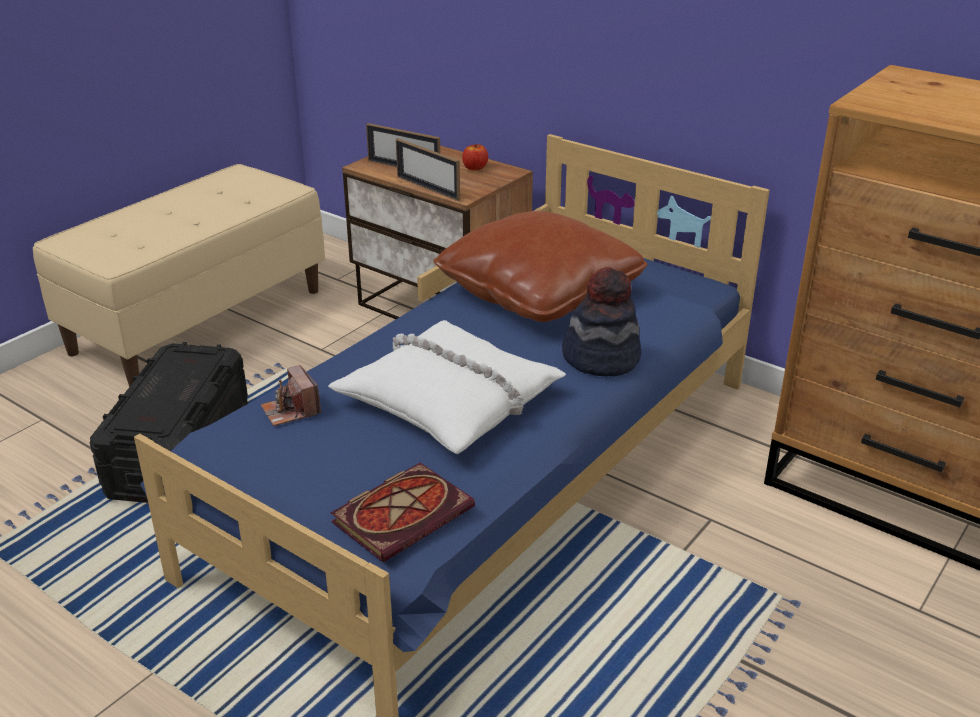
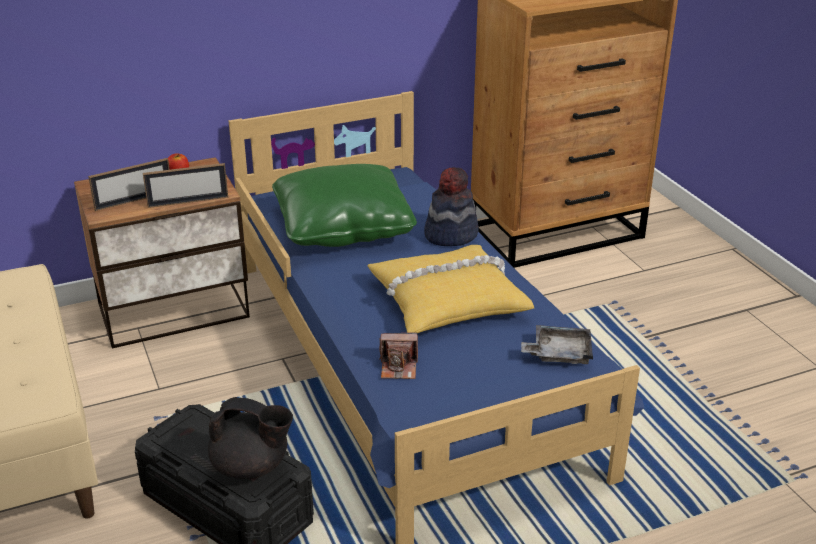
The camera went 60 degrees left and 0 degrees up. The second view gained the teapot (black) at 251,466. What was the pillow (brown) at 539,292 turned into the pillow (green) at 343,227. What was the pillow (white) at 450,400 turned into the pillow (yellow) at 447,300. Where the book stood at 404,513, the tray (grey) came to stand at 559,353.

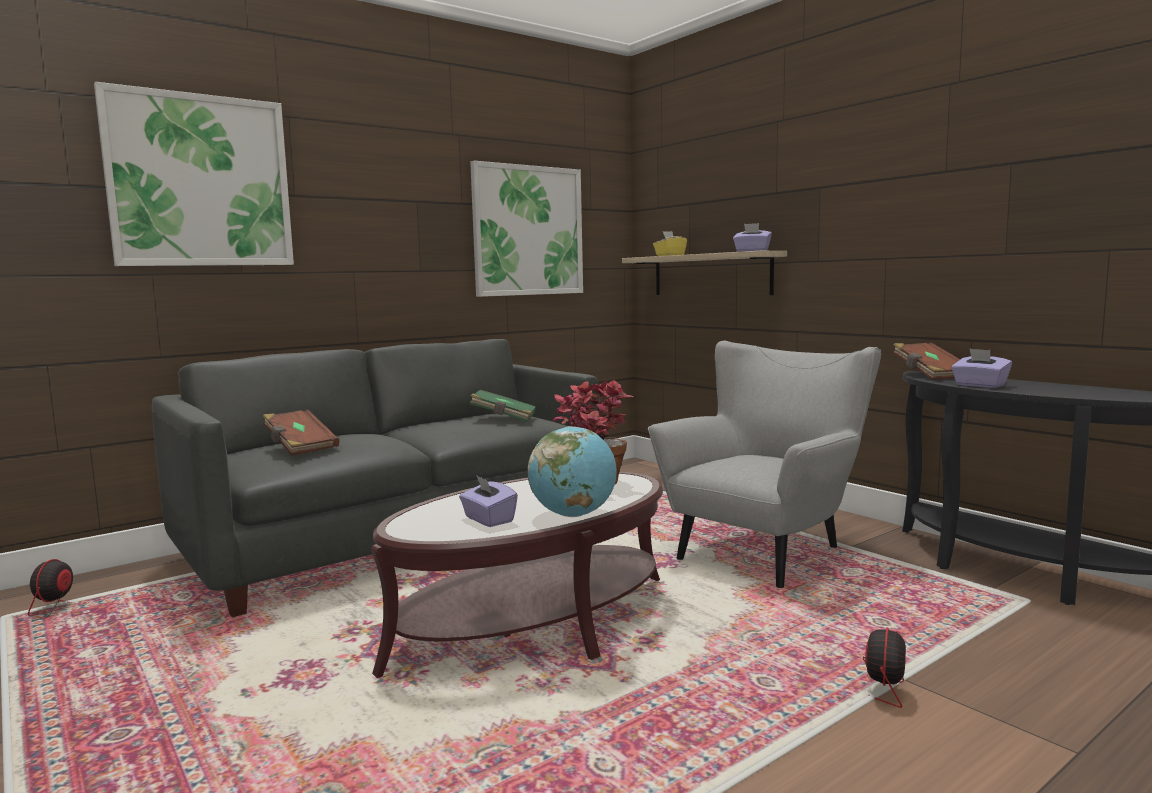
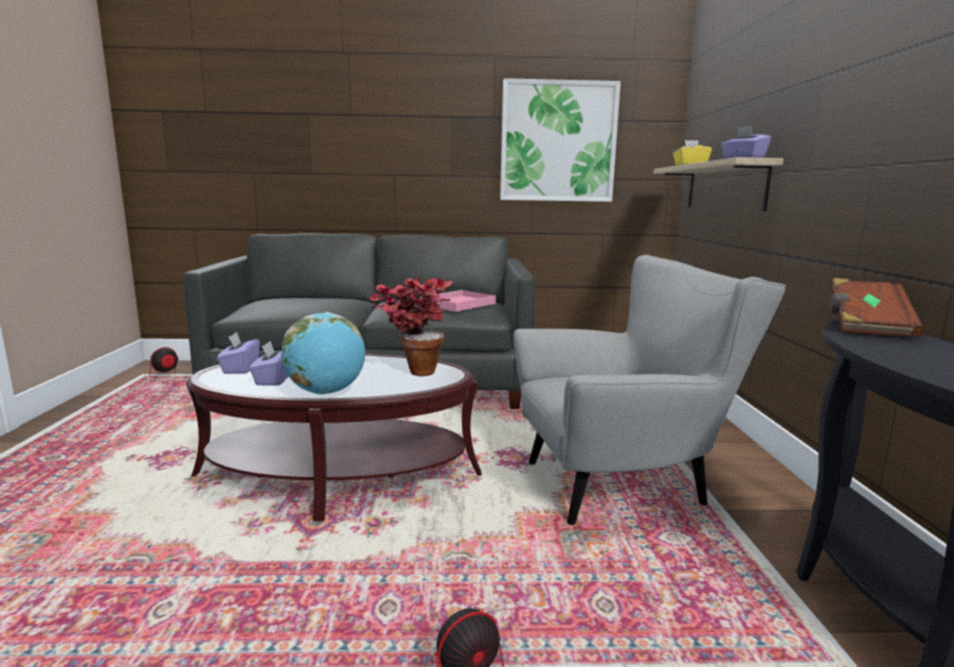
The camera went 35 degrees right and 5 degrees up. The tissue box (purple) ended up elsewhere, having gone from 979,385 to 240,368. Where the book (green) stood at 503,418, the tray (pink) came to stand at 458,304. The second view lost the picture at 200,181. The second view lost the book (brown) at 300,447.

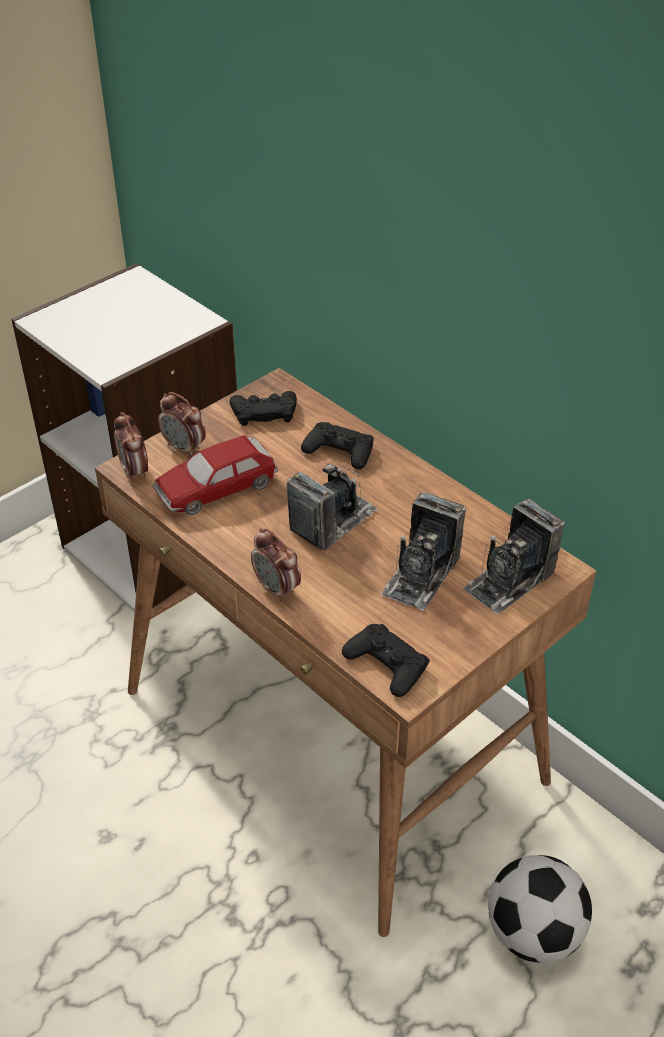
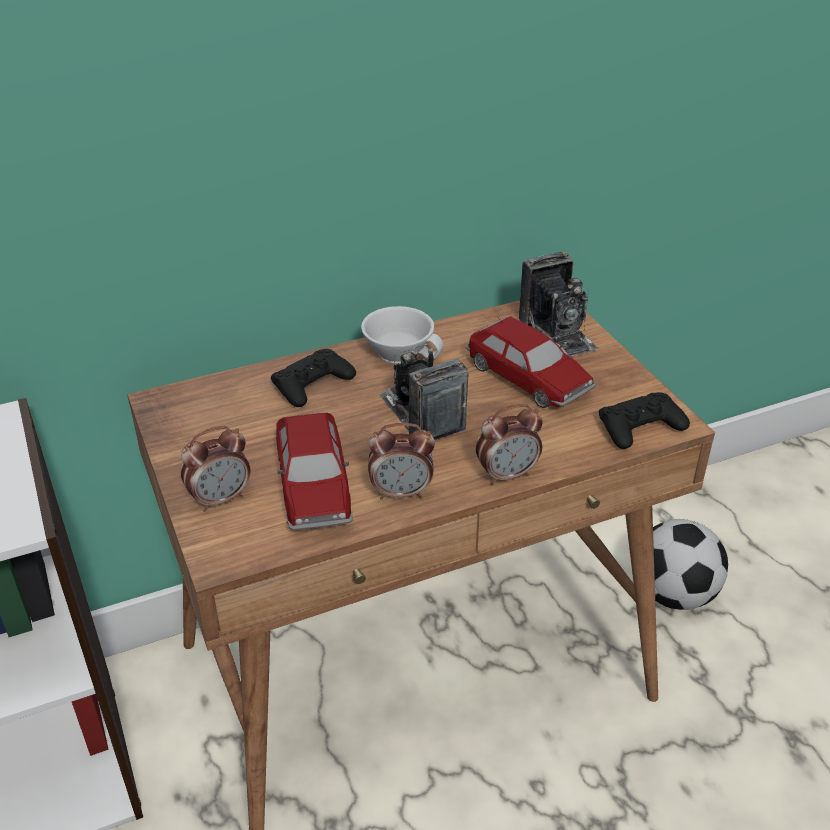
The camera went 70 degrees left and 5 degrees down. The second view gained the cup (white) at 401,351. The alarm clock ended up elsewhere, having gone from 134,472 to 401,493. Where the photo camera stood at 421,575, the toy car came to stand at 528,378. The second view lost the game controller (black) at 264,412.

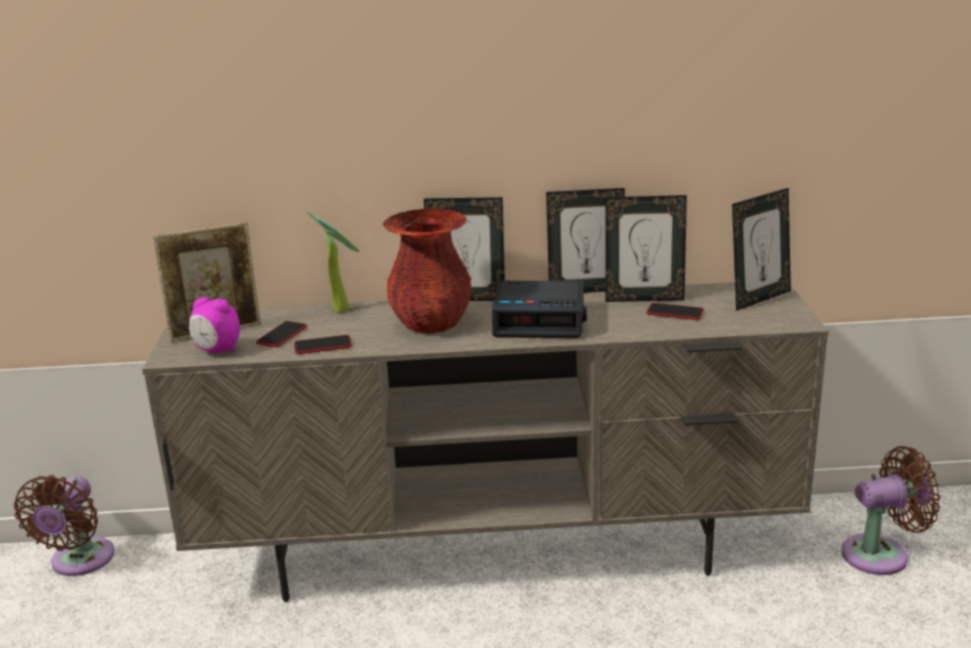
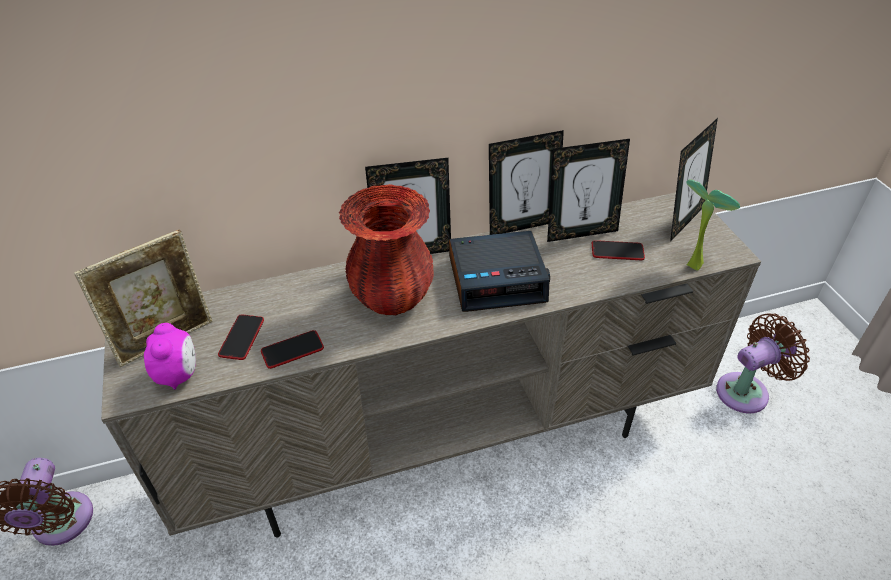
The camera went 15 degrees left and 20 degrees up. The alarm clock at 217,351 ended up facing another way, 105 degrees counterclockwise from before. The potted plant ended up elsewhere, having gone from 342,308 to 693,262.

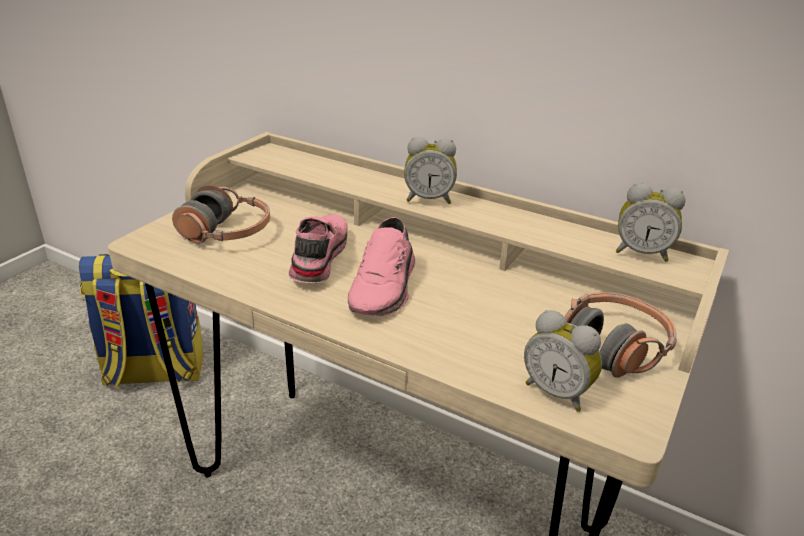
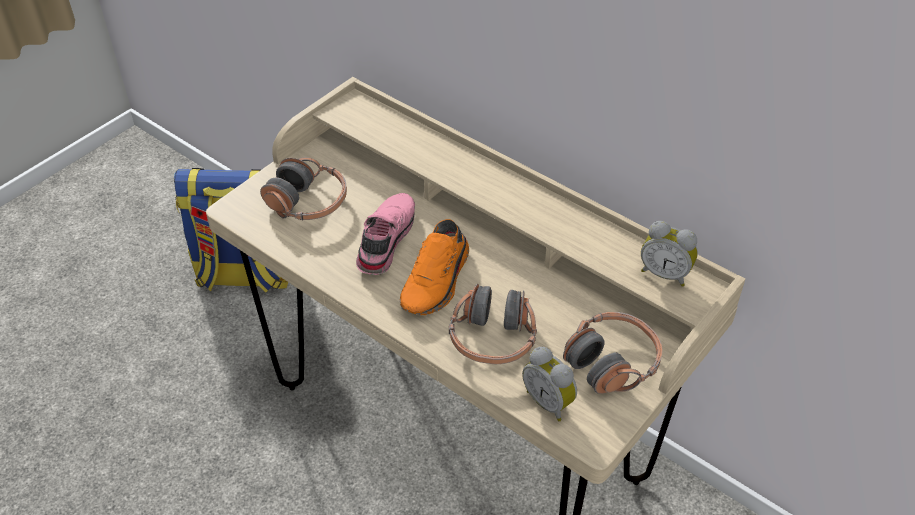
The camera went 10 degrees right and 15 degrees up. What was the shoe (pink) at 385,288 turned into the shoe (orange) at 437,281. The second view gained the headphones at 493,337. The second view lost the alarm clock at 428,199.

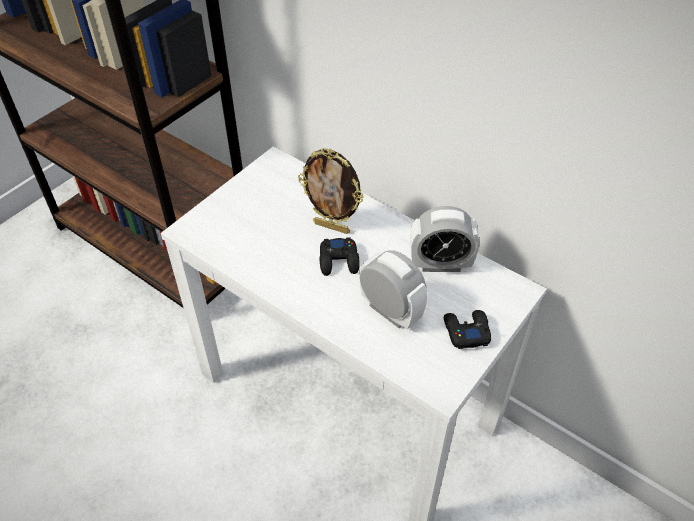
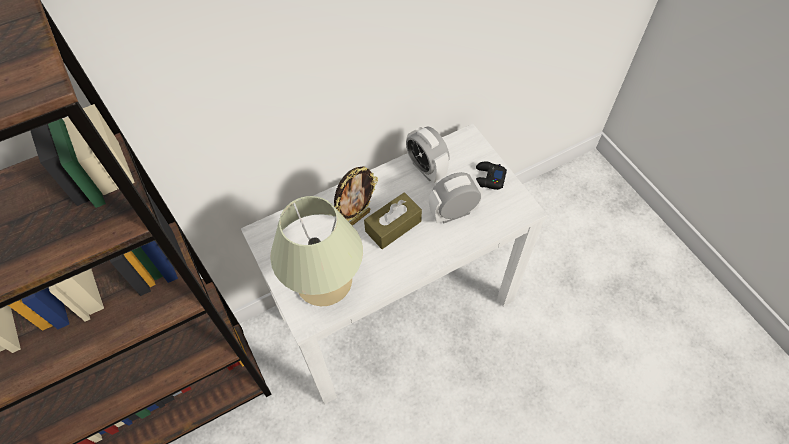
The camera went 65 degrees left and 10 degrees up. The second view gained the table lamp (beige) at 324,282. Where the game controller (black) stood at 339,260, the tissue box (brown) came to stand at 393,226. The alarm clock at 440,264 ended up facing another way, 120 degrees clockwise from before.

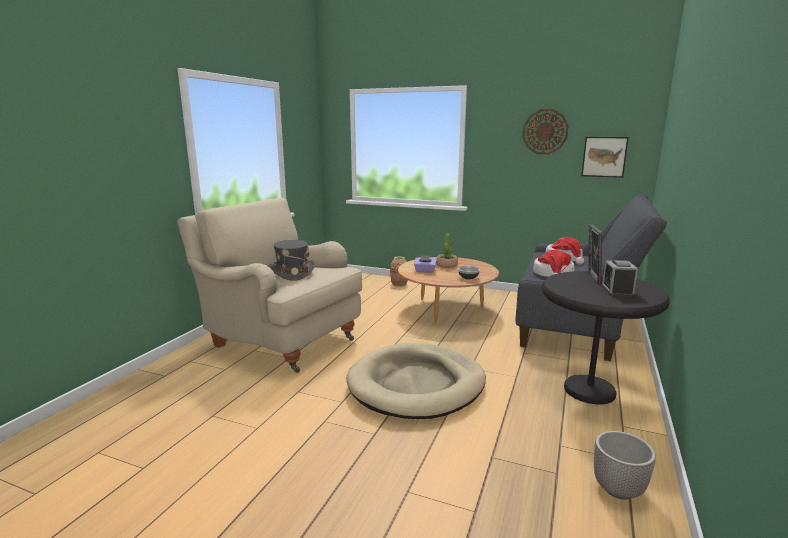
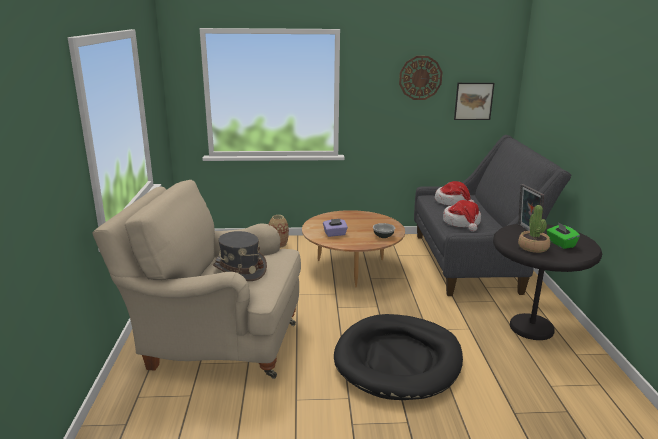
The camera went 25 degrees left and 5 degrees up. What was the dog bed (beige) at 416,385 turned into the dog bed (black) at 398,360. The potted plant ended up elsewhere, having gone from 446,265 to 533,247. Where the alarm clock stood at 617,291, the tissue box (green) came to stand at 560,244. The second view lost the planter at 618,489.

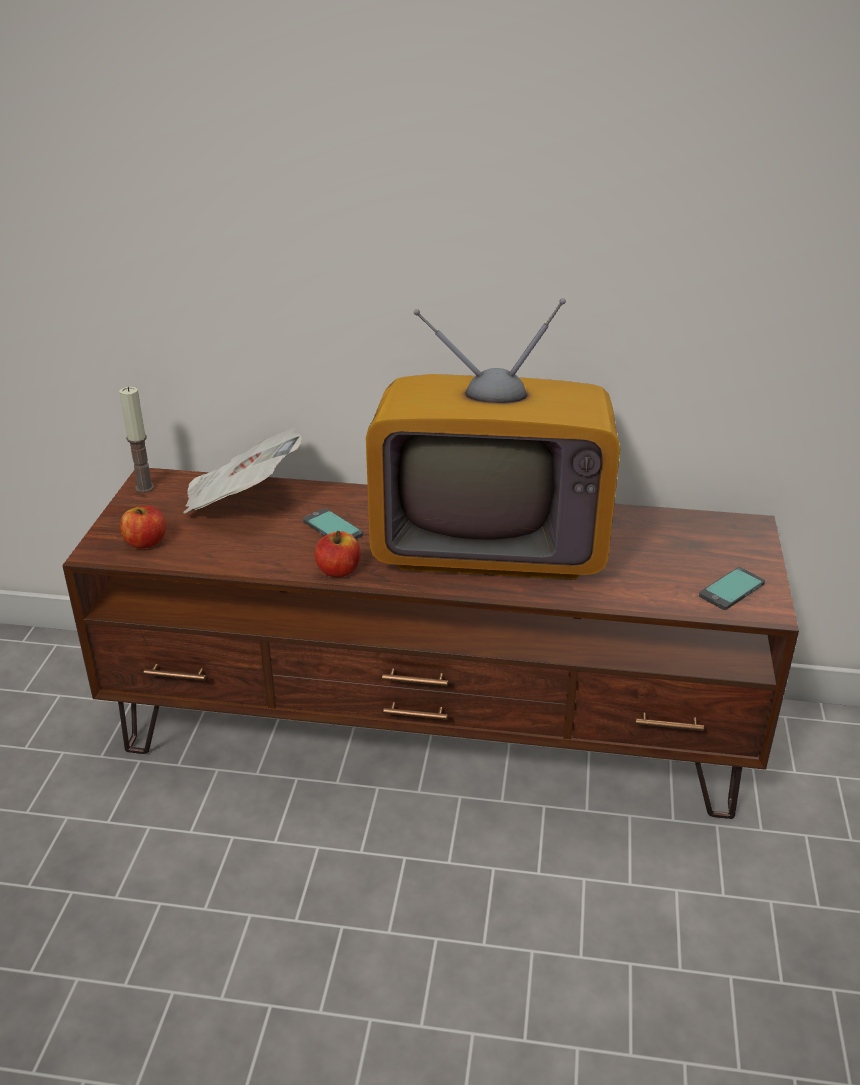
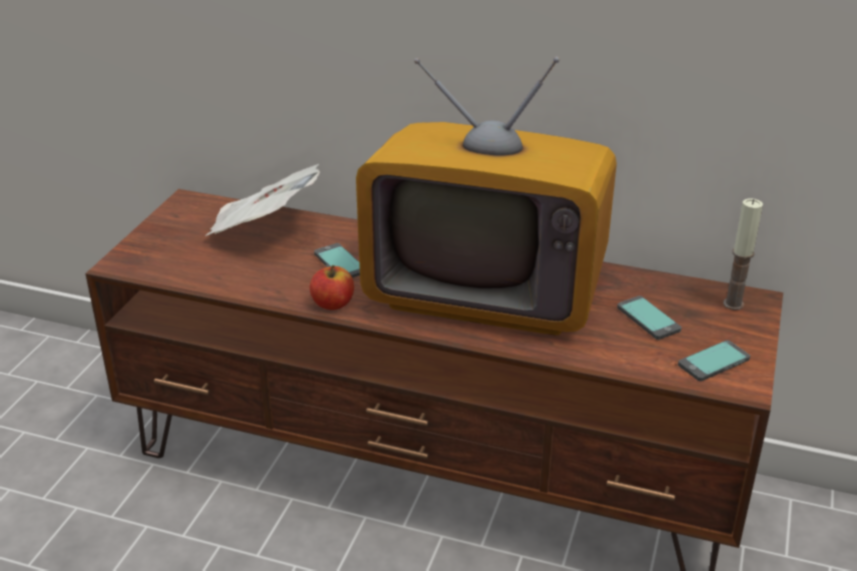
The camera went 10 degrees right and 0 degrees up. The second view gained the phone at 648,319. The candle ended up elsewhere, having gone from 144,487 to 733,304. The second view lost the apple at 145,542.

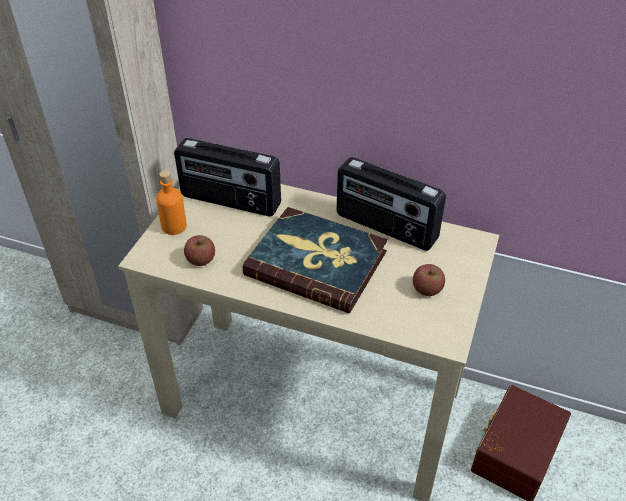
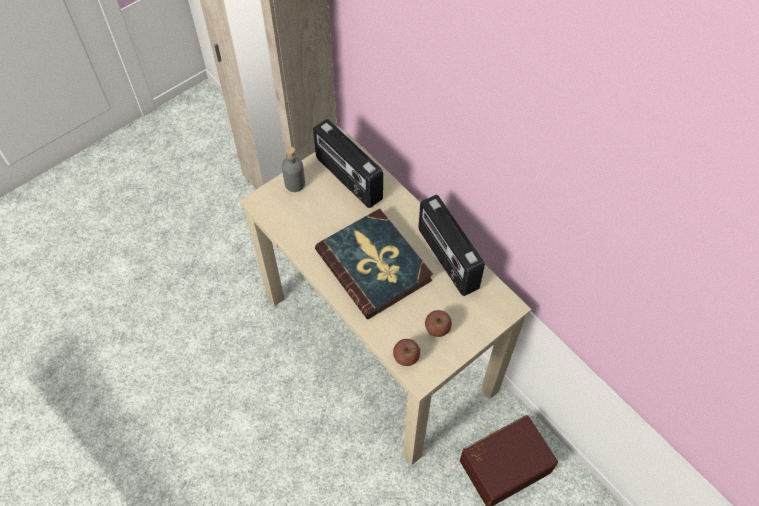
The camera went 30 degrees right and 15 degrees up. What was the bottle (orange) at 174,226 turned into the bottle (grey) at 295,184. The apple ended up elsewhere, having gone from 201,260 to 406,357.

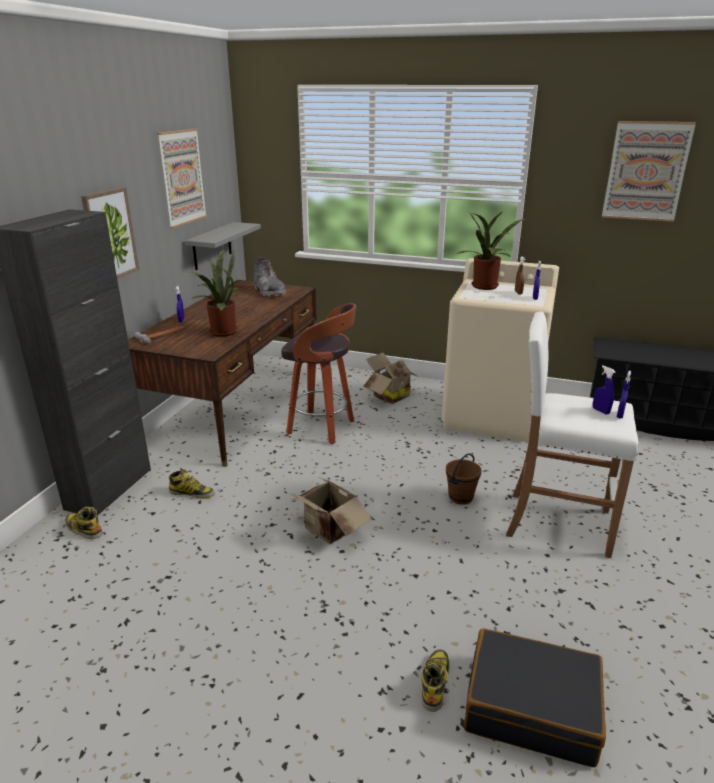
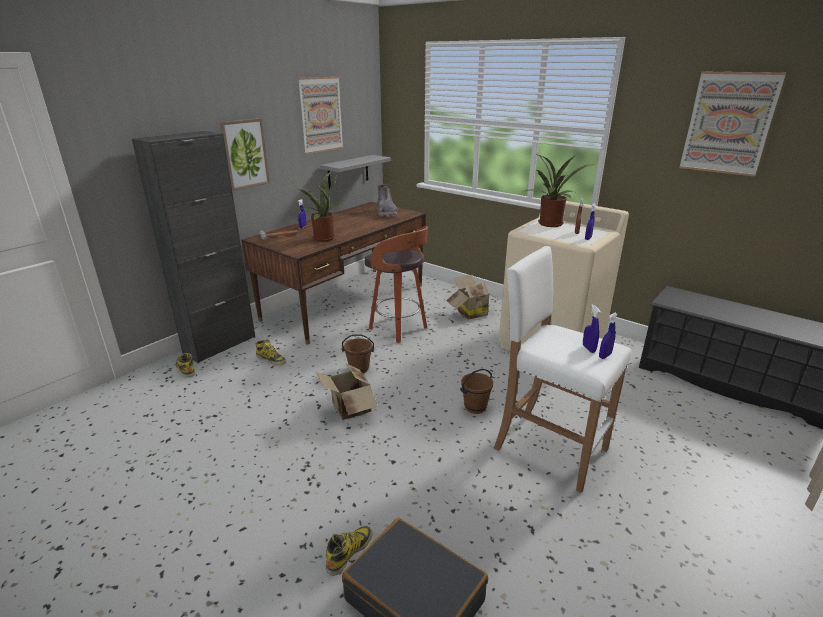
The camera went 20 degrees right and 0 degrees up. The second view gained the bucket (brown) at 359,369.

